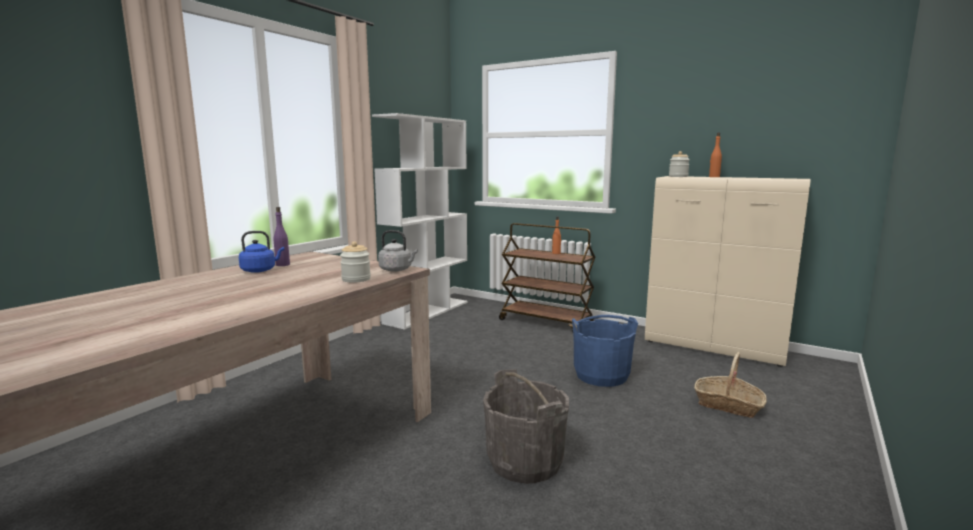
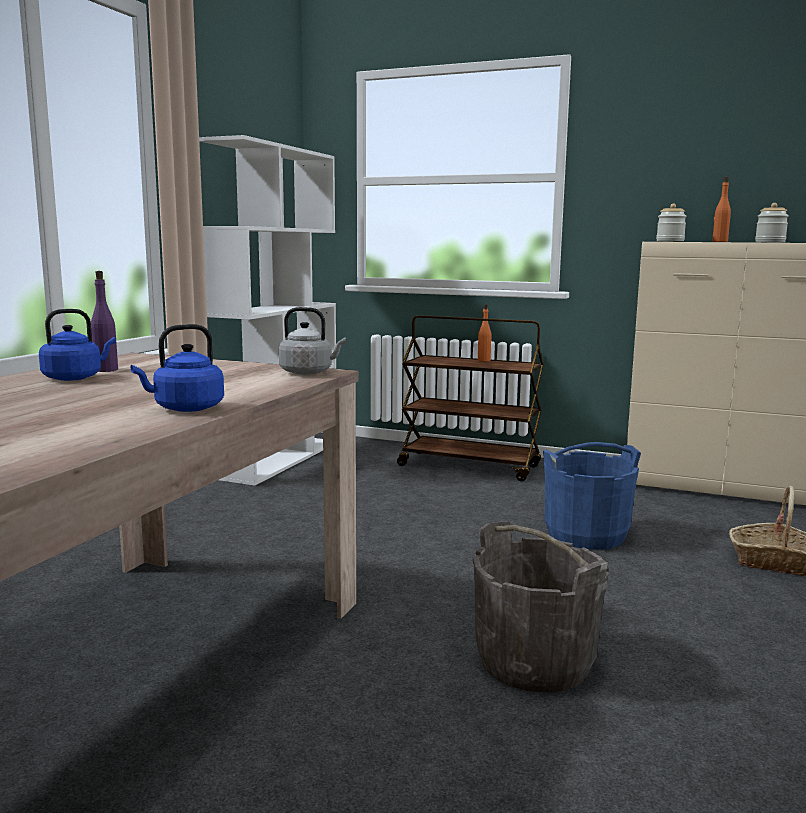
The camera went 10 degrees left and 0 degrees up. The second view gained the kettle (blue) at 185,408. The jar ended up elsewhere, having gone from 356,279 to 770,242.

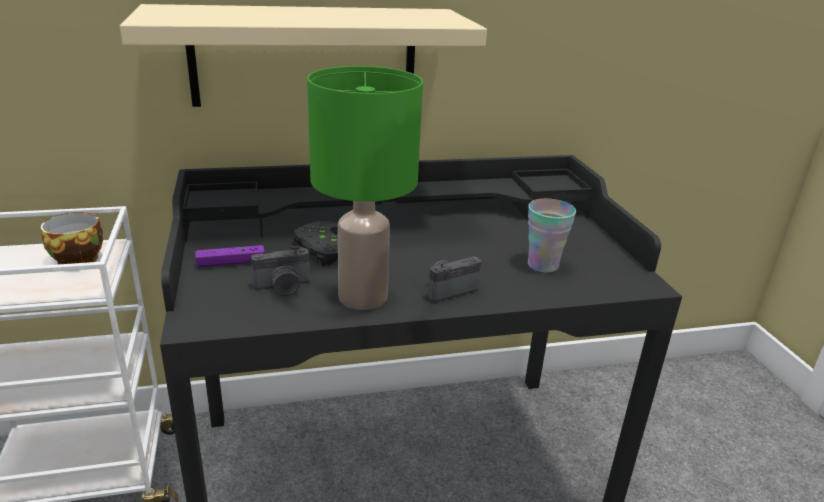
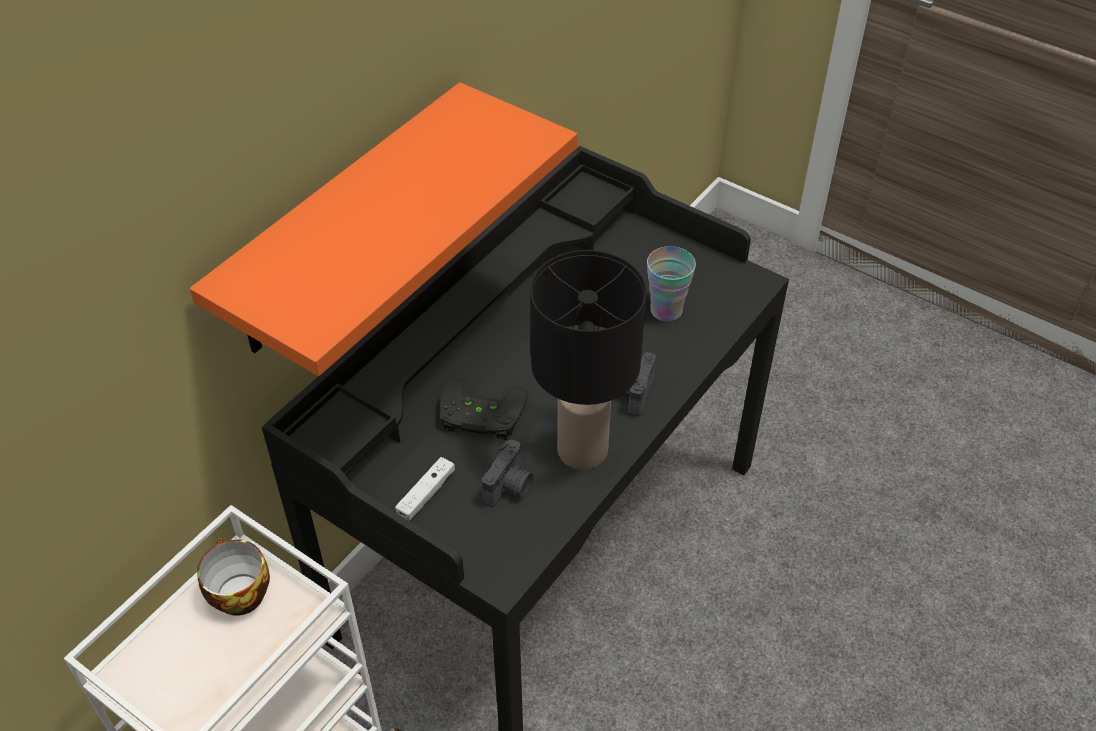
The camera went 40 degrees left and 20 degrees up. What was the shelf (beige) at 304,57 turned into the shelf (orange) at 344,223. What was the game controller (purple) at 231,263 turned into the game controller (white) at 426,494. What was the table lamp (green) at 361,297 turned into the table lamp (black) at 582,451.

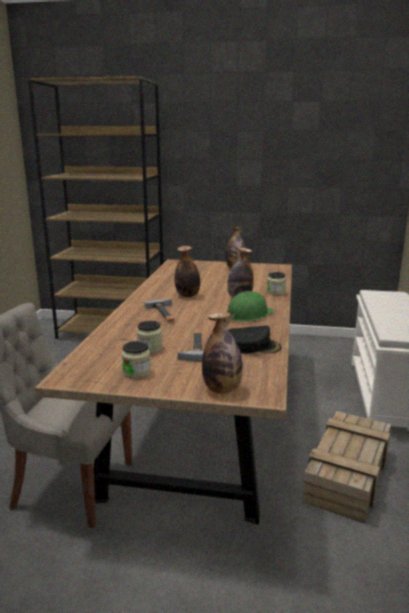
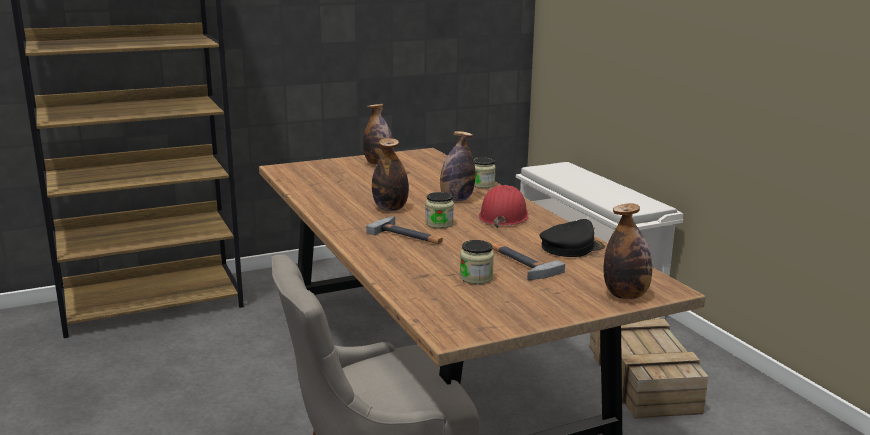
The camera went 35 degrees left and 0 degrees up. The jar ended up elsewhere, having gone from 136,372 to 439,224. What was the hard hat (green) at 248,315 turned into the hard hat (red) at 503,216.

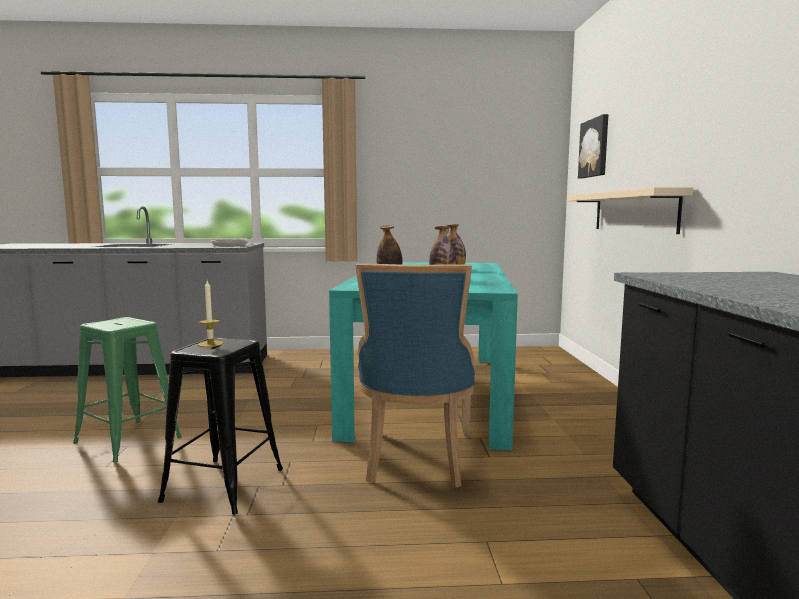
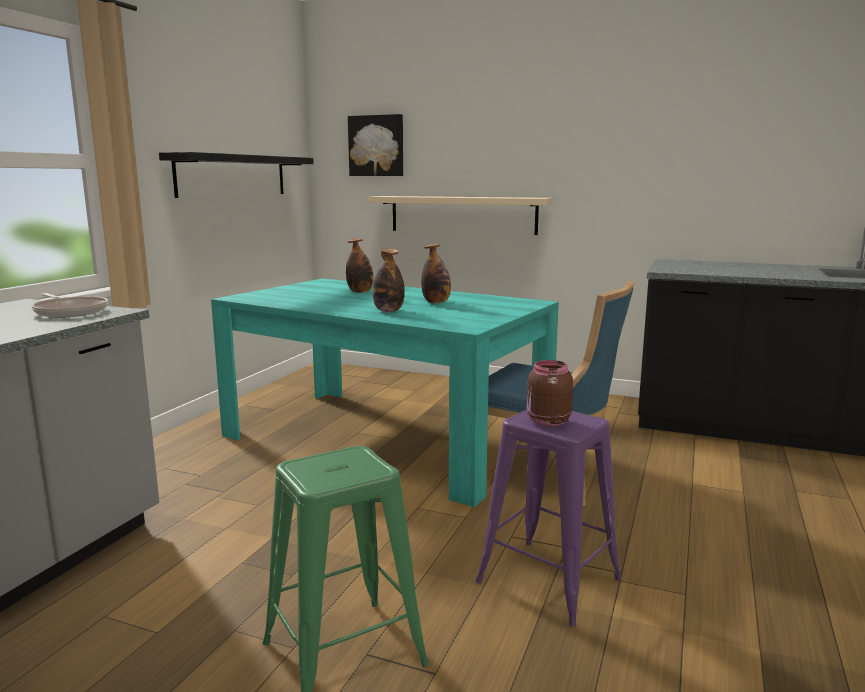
The camera went 65 degrees left and 5 degrees up. The second view gained the shelf (black) at 233,175. What was the stool (black) at 224,485 turned into the stool (purple) at 548,580. Where the candle stood at 210,344, the jar (brown) came to stand at 547,422.

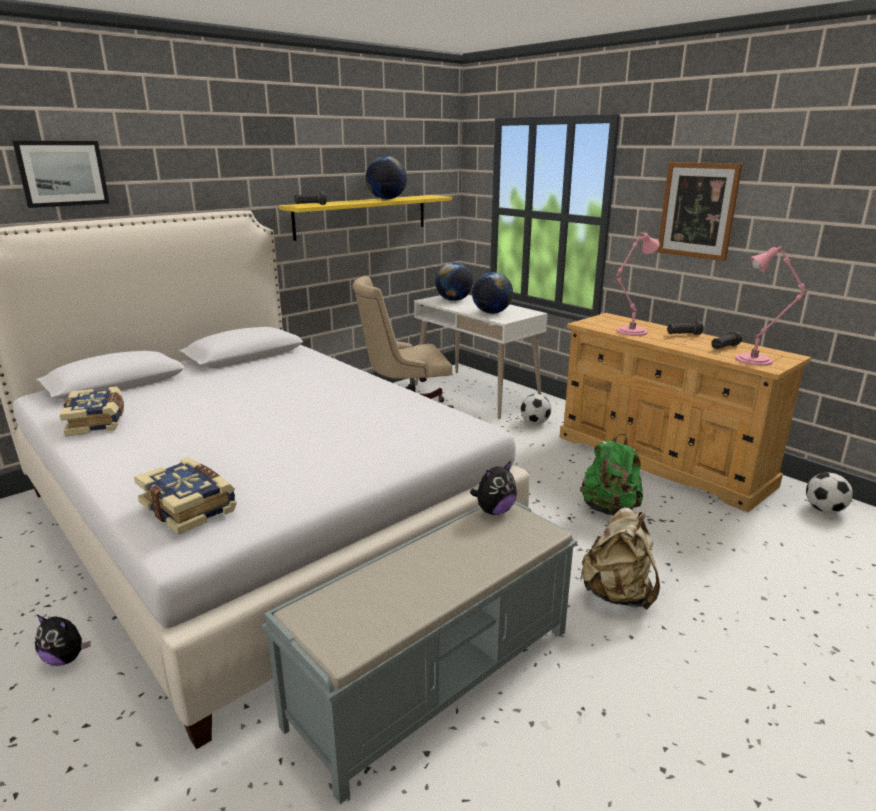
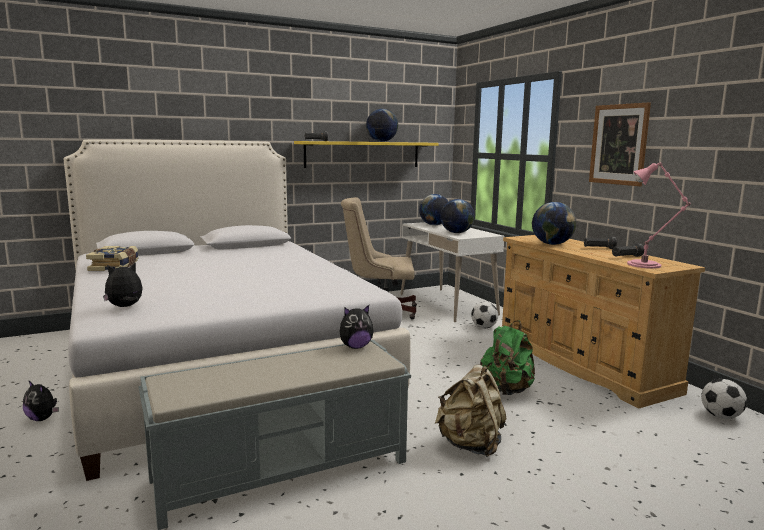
The camera went 15 degrees right and 10 degrees down. Where the book stood at 190,507, the plush toy came to stand at 125,307. Where the table lamp (pink) stood at 630,332, the globe came to stand at 552,244. The second view lost the picture at 62,173.

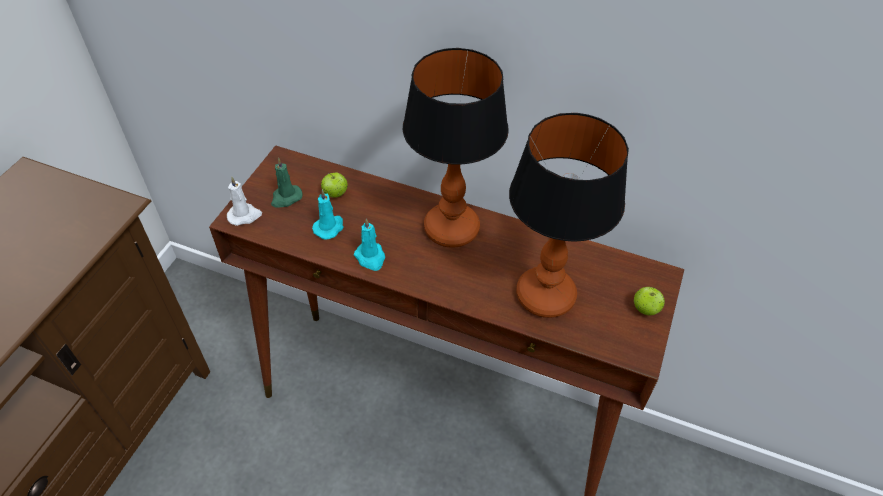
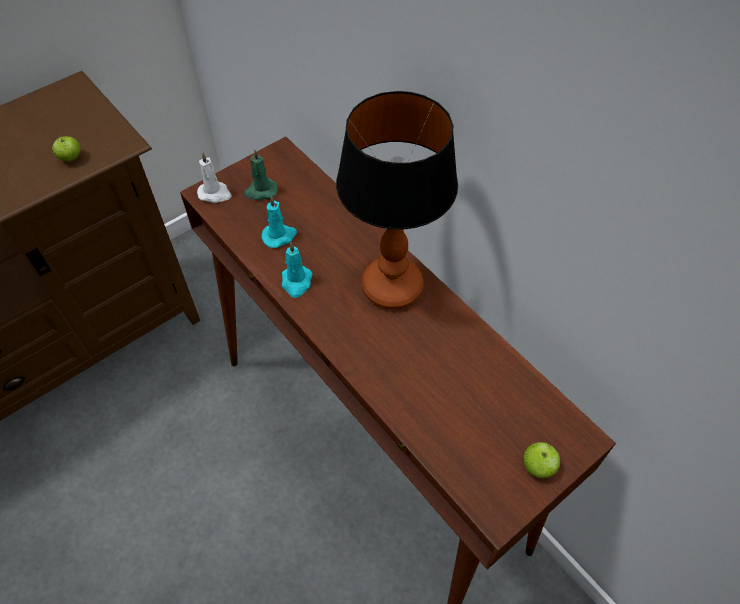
The camera went 30 degrees right and 5 degrees up. The apple ended up elsewhere, having gone from 335,194 to 71,158. The second view lost the table lamp at 546,296.

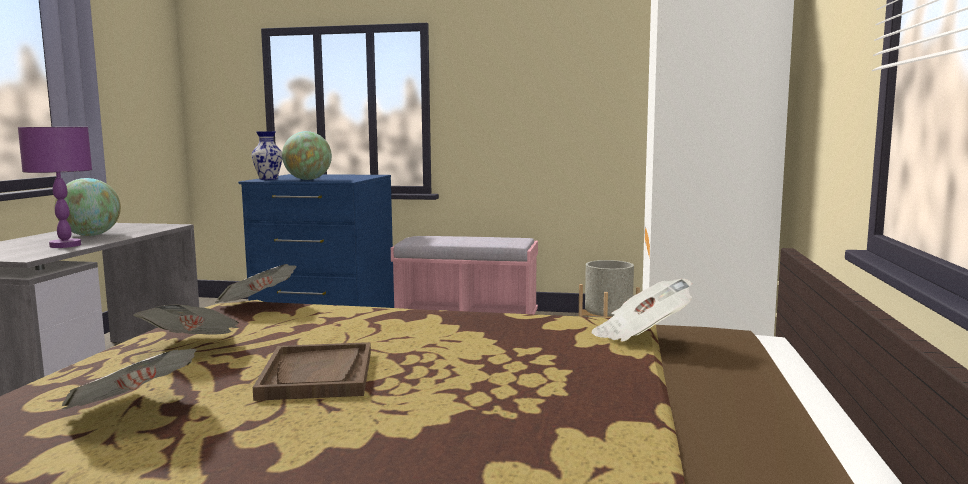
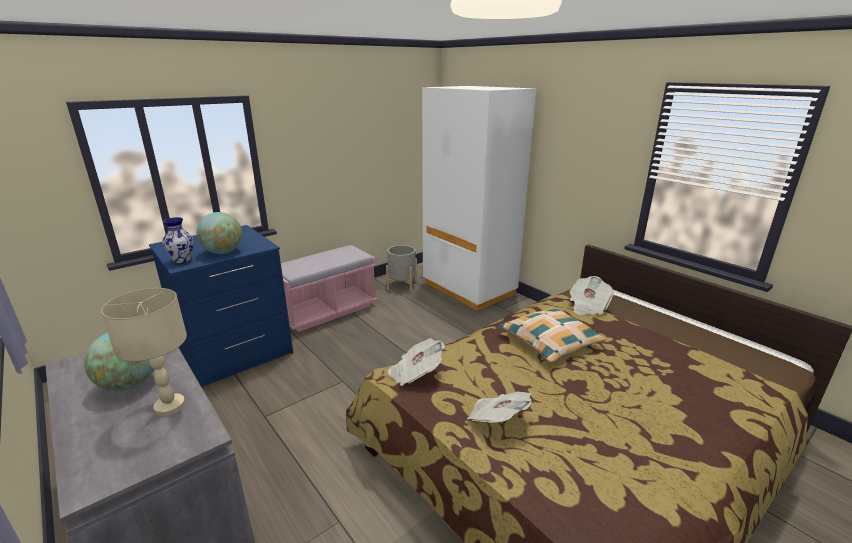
The camera went 50 degrees left and 15 degrees up. What was the table lamp (purple) at 65,245 turned into the table lamp (beige) at 170,406. The second view gained the pillow at 550,341. The second view lost the newspaper at 132,412. The second view lost the tray (brown) at 317,375.

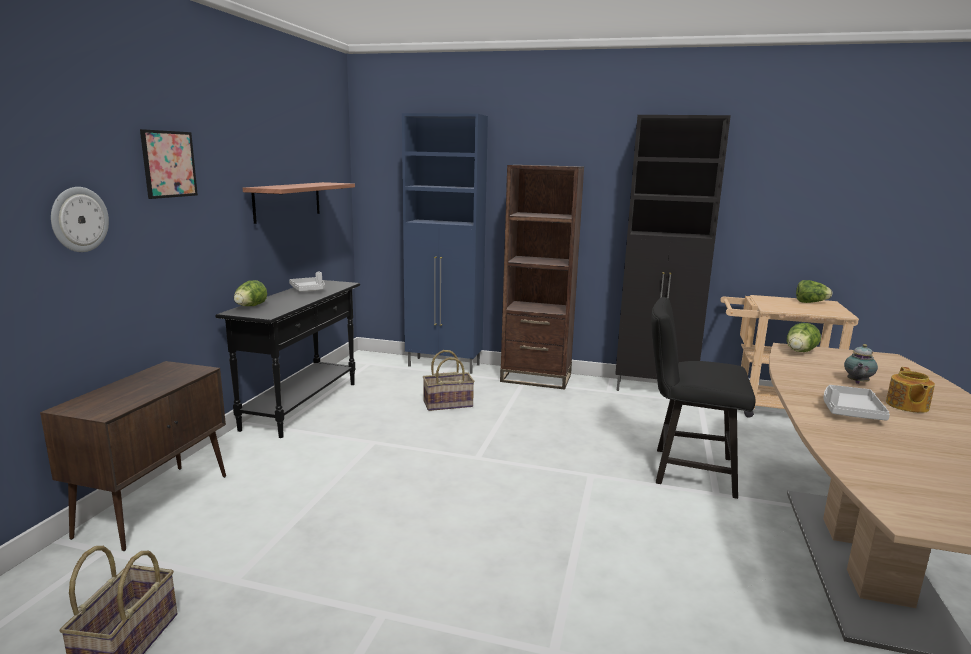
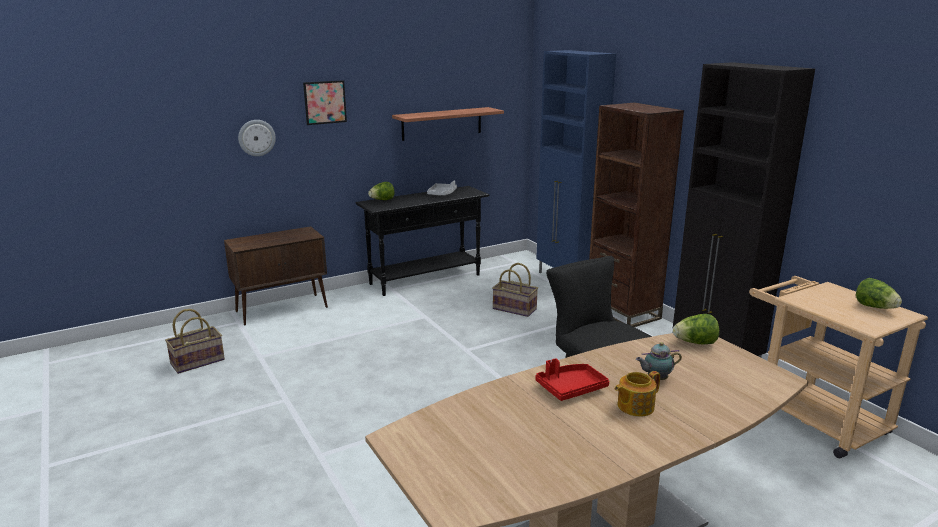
The camera went 45 degrees right and 5 degrees up. What was the tray (grey) at 850,411 turned into the tray (red) at 570,388.

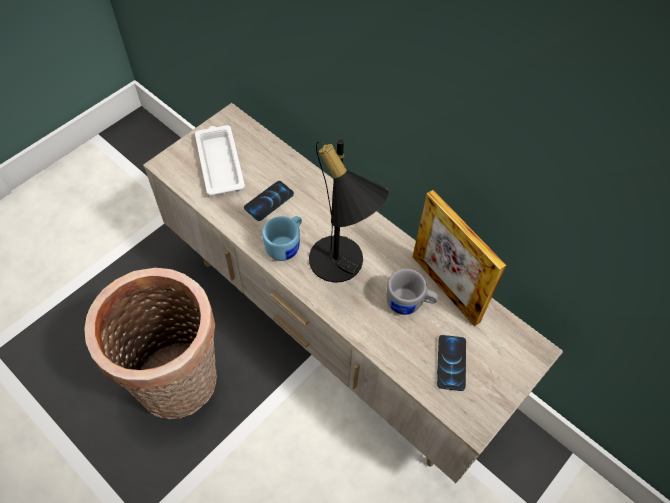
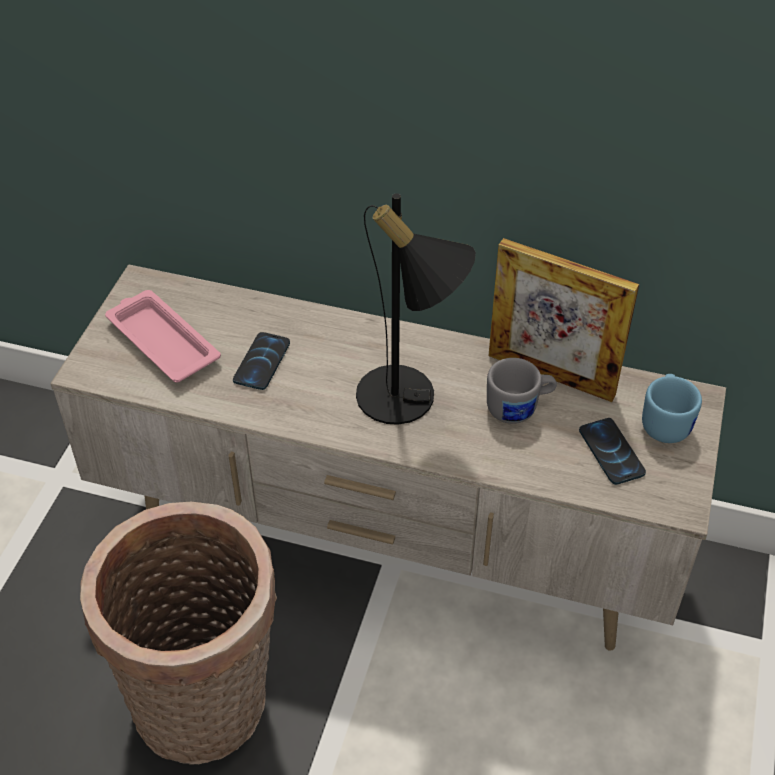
The camera went 25 degrees left and 10 degrees down. What was the tray (white) at 219,162 turned into the tray (pink) at 161,341. The mug (blue) ended up elsewhere, having gone from 286,245 to 666,421.

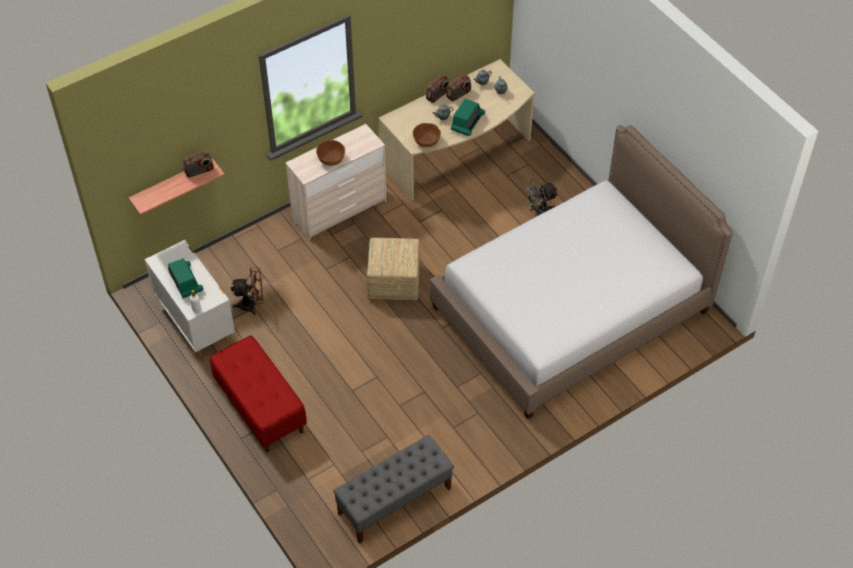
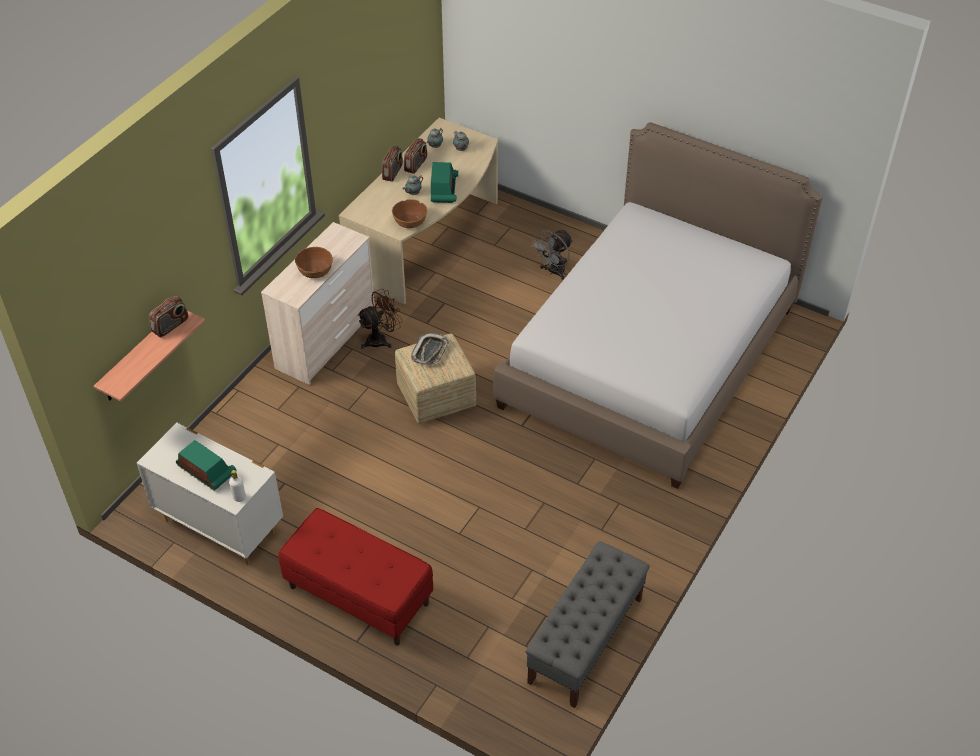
The camera went 25 degrees left and 5 degrees down. The fan (brown) ended up elsewhere, having gone from 251,305 to 381,339. The second view gained the tray at 430,352.

